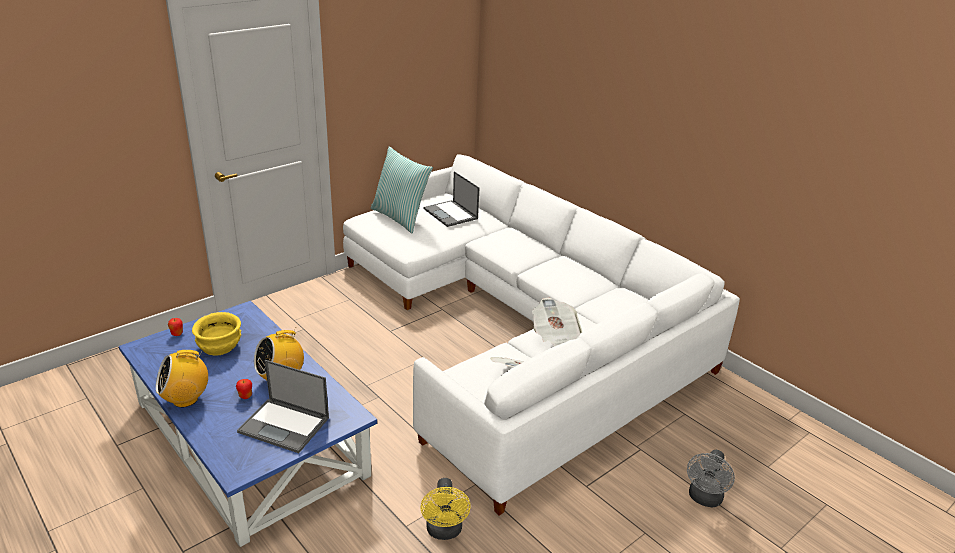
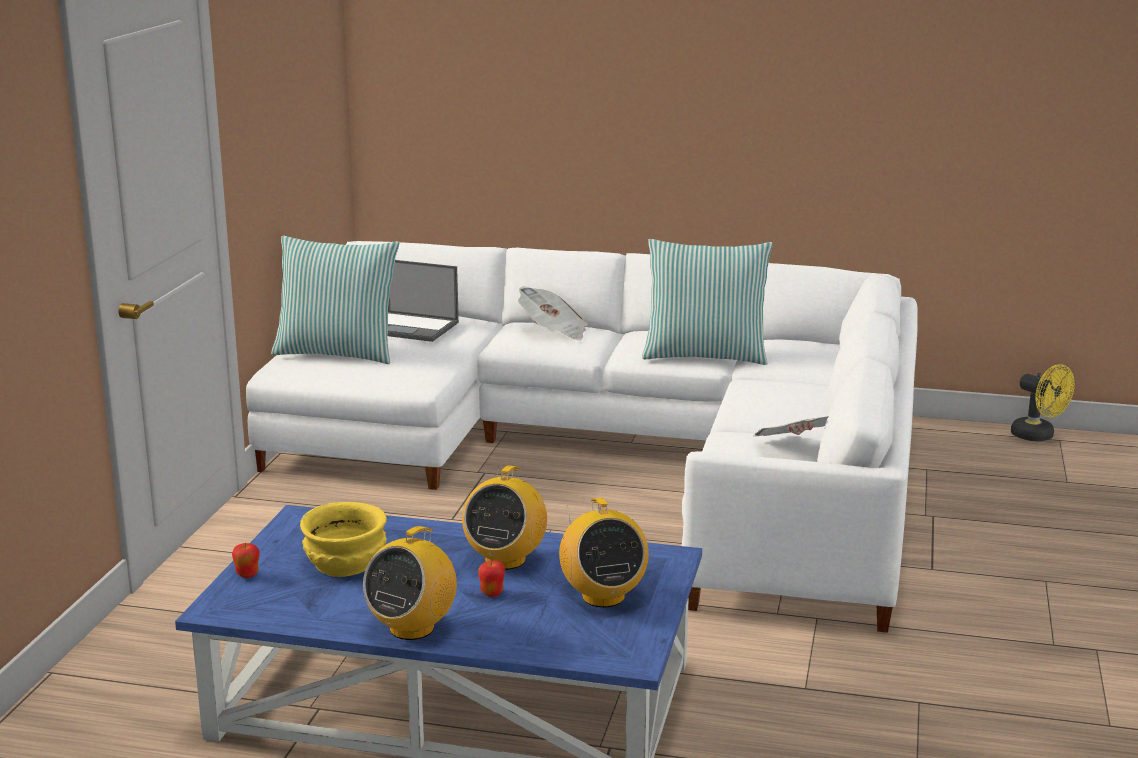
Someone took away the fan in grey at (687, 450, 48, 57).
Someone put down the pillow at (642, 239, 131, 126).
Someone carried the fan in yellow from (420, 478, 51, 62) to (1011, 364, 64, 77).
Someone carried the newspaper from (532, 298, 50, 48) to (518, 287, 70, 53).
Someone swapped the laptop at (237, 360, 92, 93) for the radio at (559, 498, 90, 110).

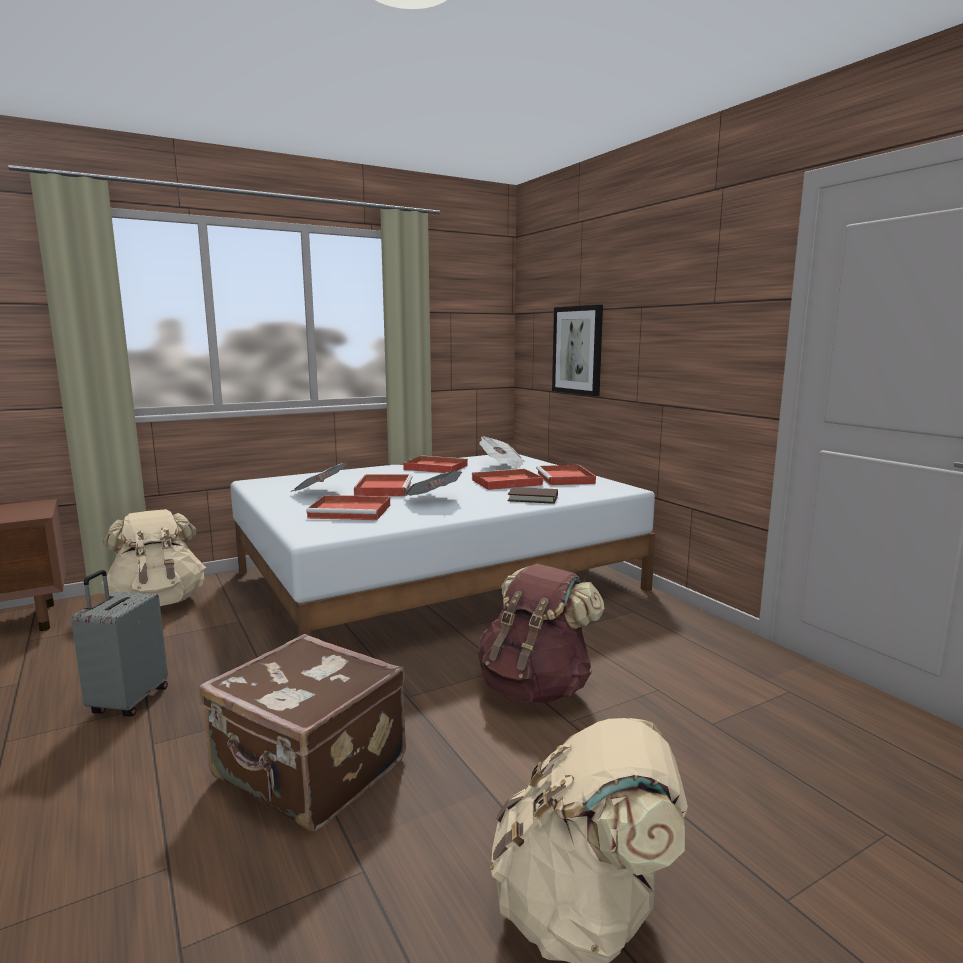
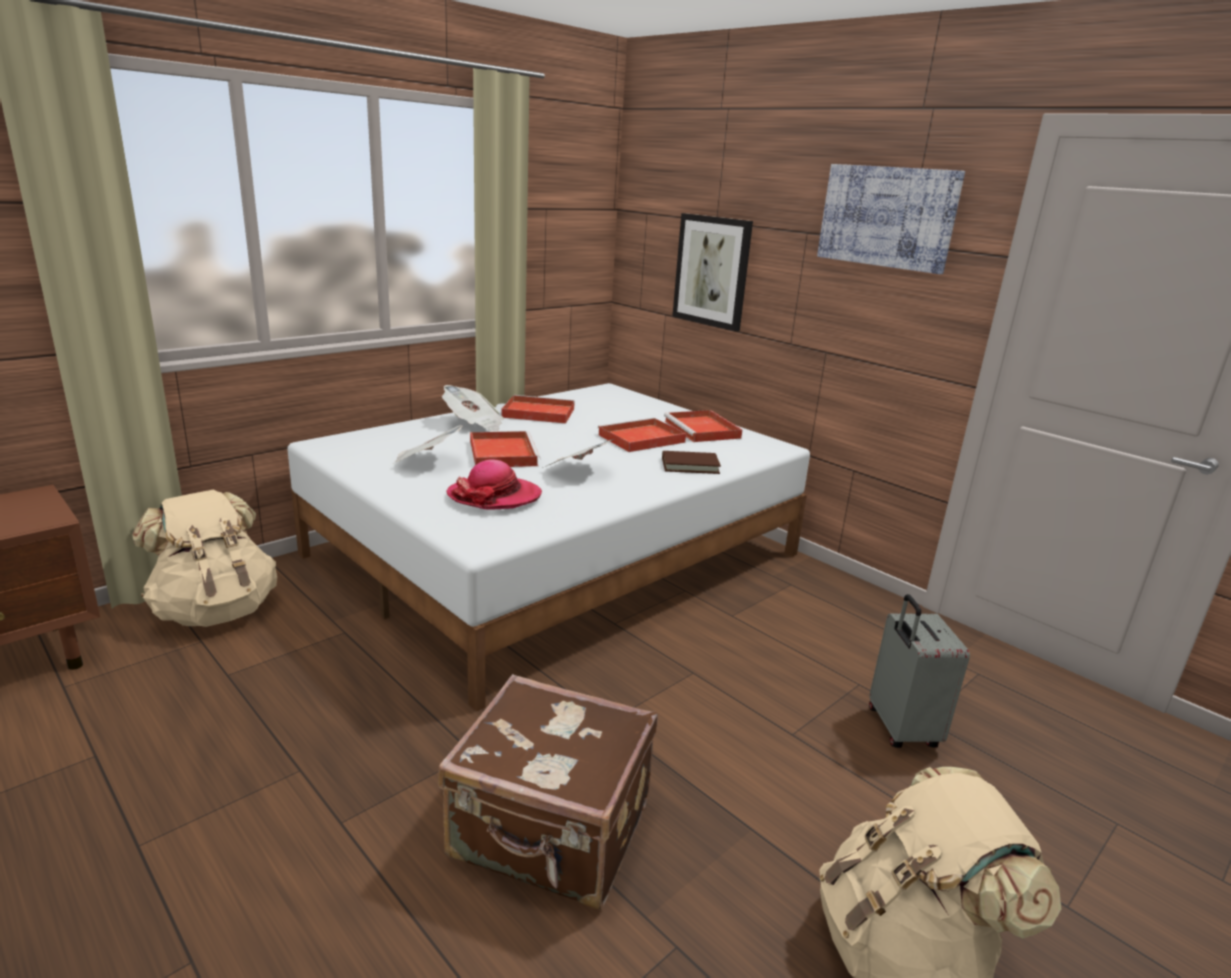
Someone took away the backpack in brown at (478, 564, 127, 139).
Someone put up the picture at (817, 164, 148, 110).
Someone carried the suitcase in grey from (71, 570, 97, 147) to (869, 594, 101, 154).
Someone carried the newspaper from (479, 437, 46, 32) to (442, 385, 62, 47).
Someone swapped the tray in red at (306, 495, 84, 25) for the hat at (446, 459, 96, 51).

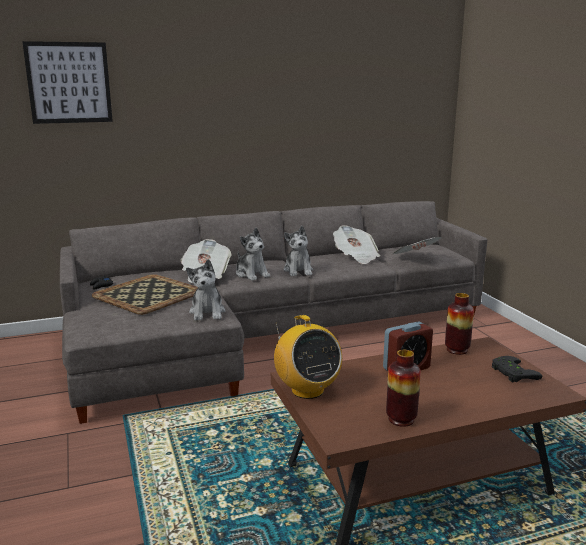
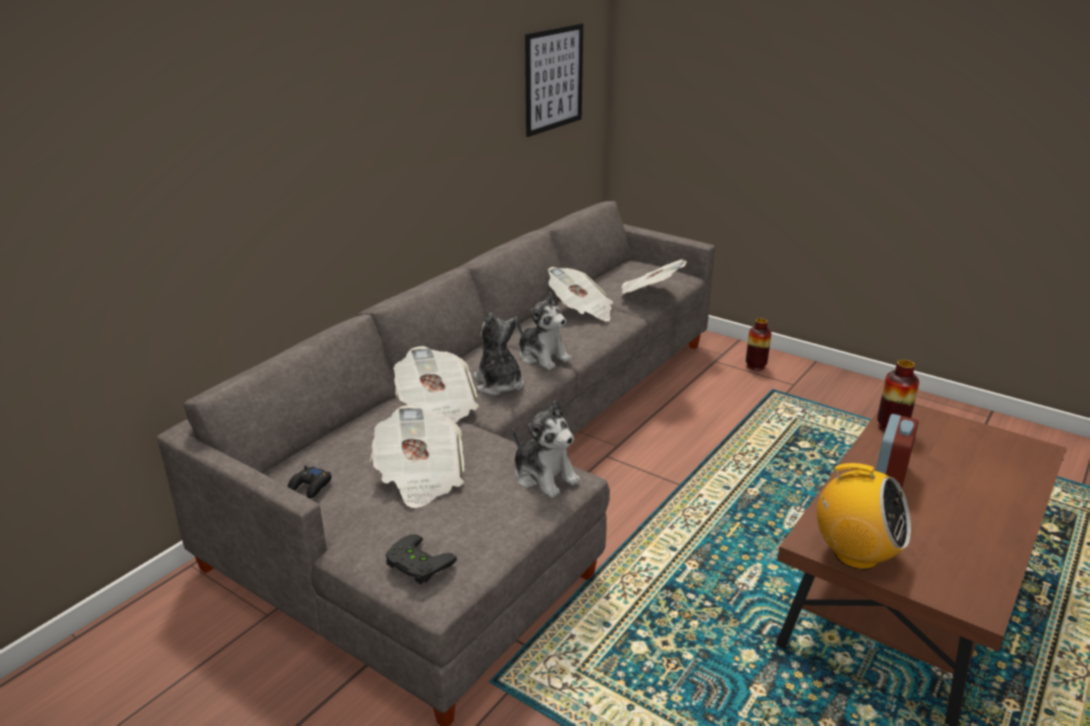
Someone carried the picture from (22, 41, 91, 83) to (525, 23, 58, 114).
Someone carried the vase from (386, 350, 35, 77) to (746, 318, 25, 53).
Someone carried the game controller in black from (492, 356, 50, 27) to (385, 534, 72, 51).
Someone swapped the tray at (92, 274, 106, 41) for the newspaper at (370, 405, 94, 103).
Someone rotated the plush toy at (236, 228, 34, 53) by 135 degrees counterclockwise.

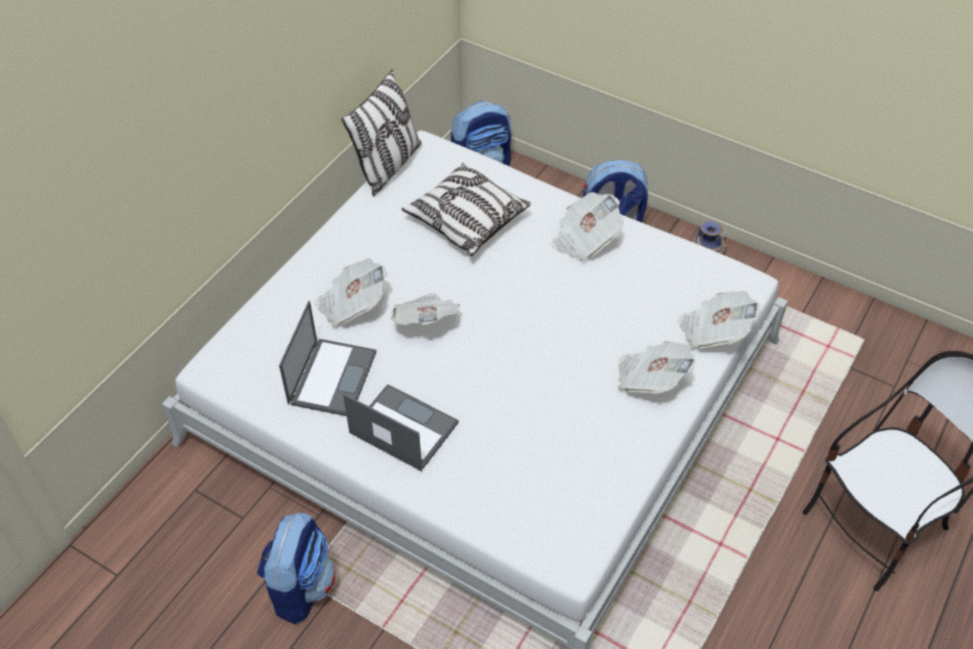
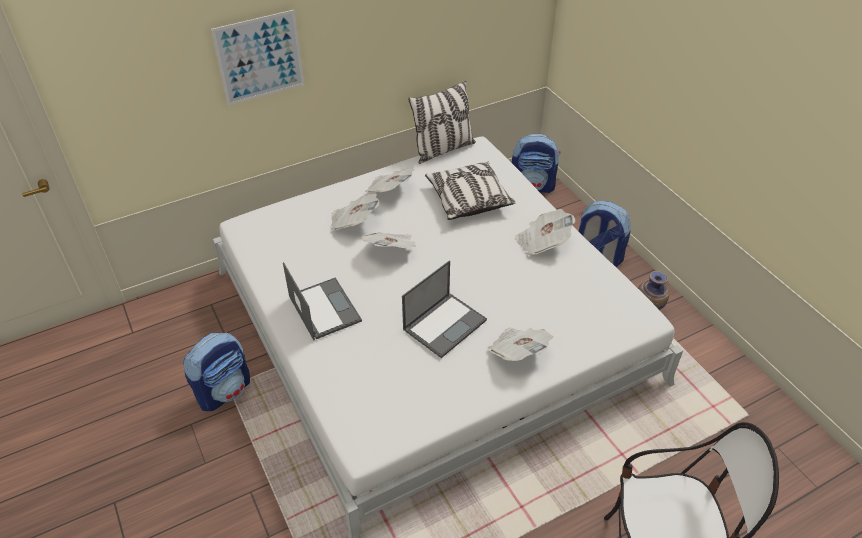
Someone put up the picture at (211, 10, 93, 95).
Someone carried the laptop from (279, 301, 97, 115) to (402, 260, 85, 98).
Someone carried the newspaper from (678, 291, 83, 57) to (365, 169, 50, 24).

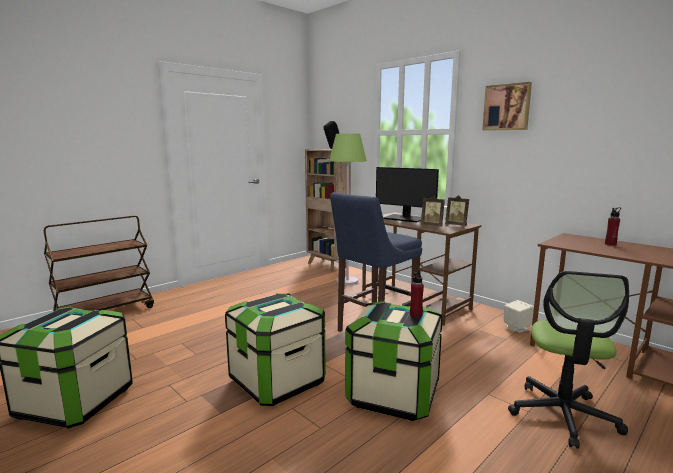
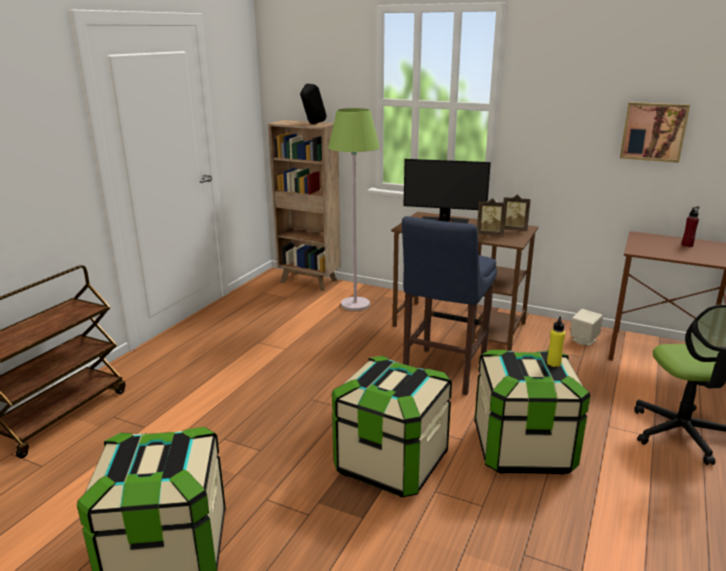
Someone carried the picture from (482, 82, 50, 49) to (620, 102, 70, 61).
Someone repainted the bottle in red at (410, 271, 14, 47), which became the bottle in yellow at (547, 316, 18, 51).

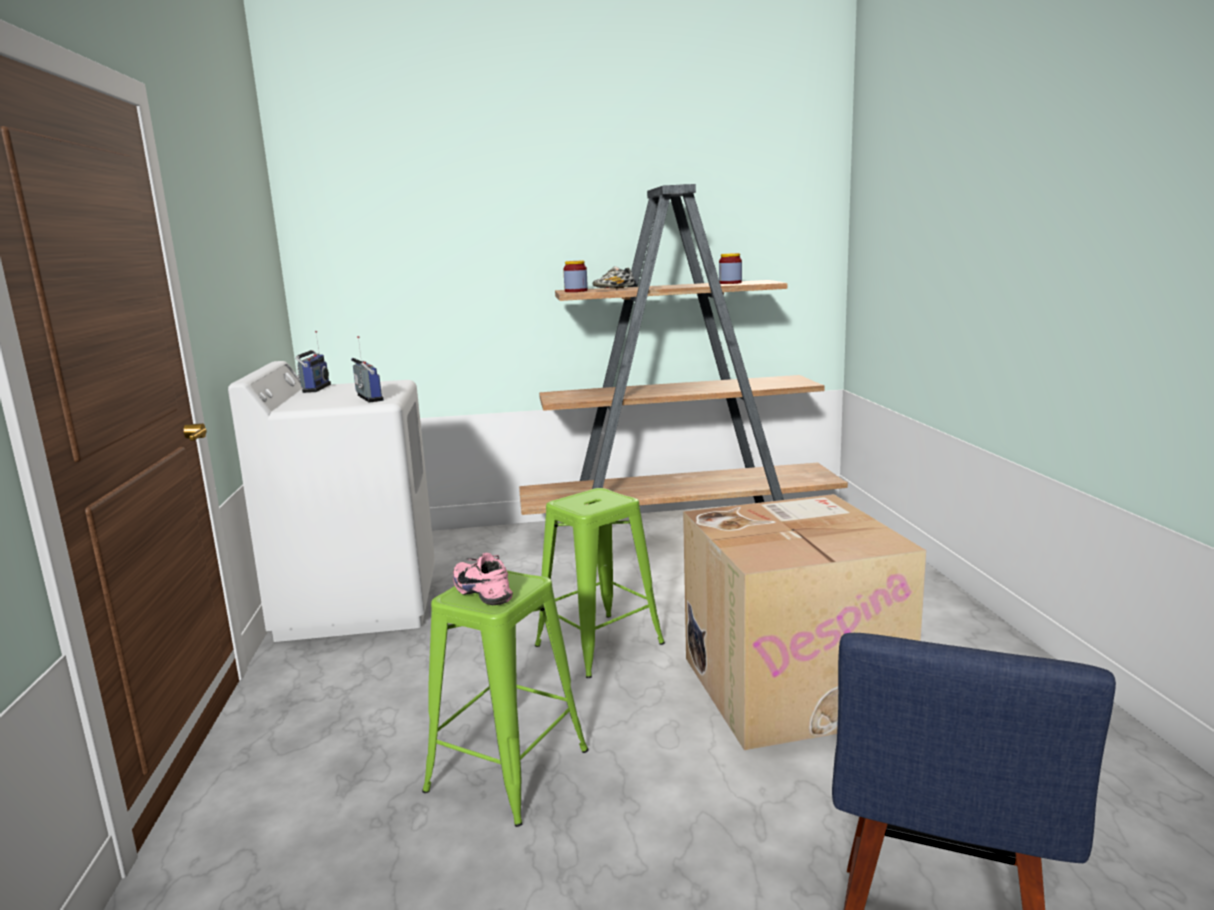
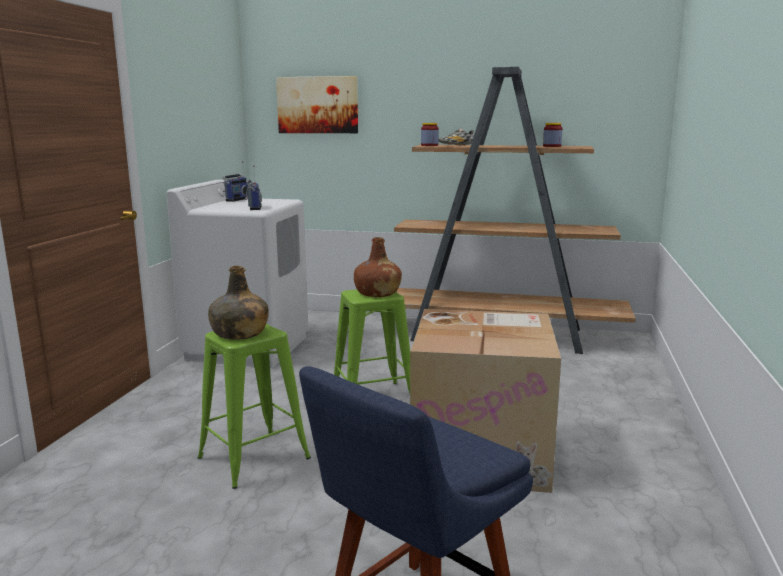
Someone put up the picture at (276, 76, 82, 57).
Someone put down the bottle in brown at (354, 237, 48, 60).
Someone swapped the shoe in pink at (453, 553, 60, 52) for the bottle in green at (208, 266, 61, 74).

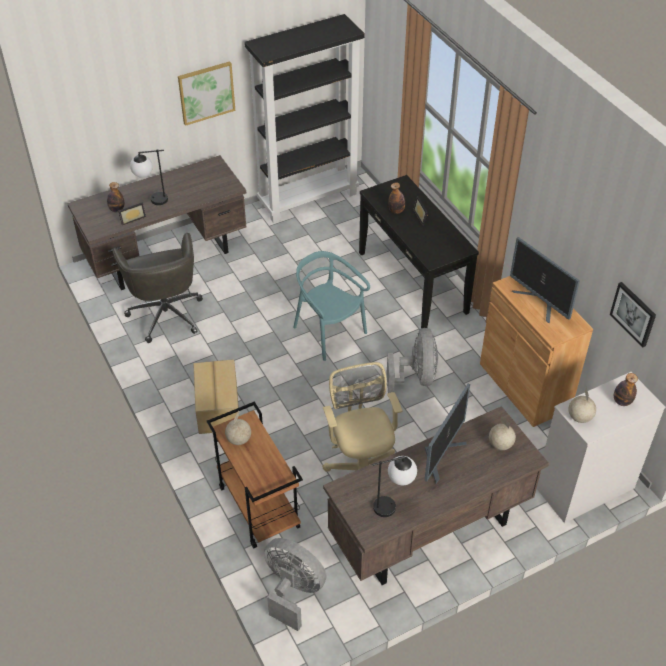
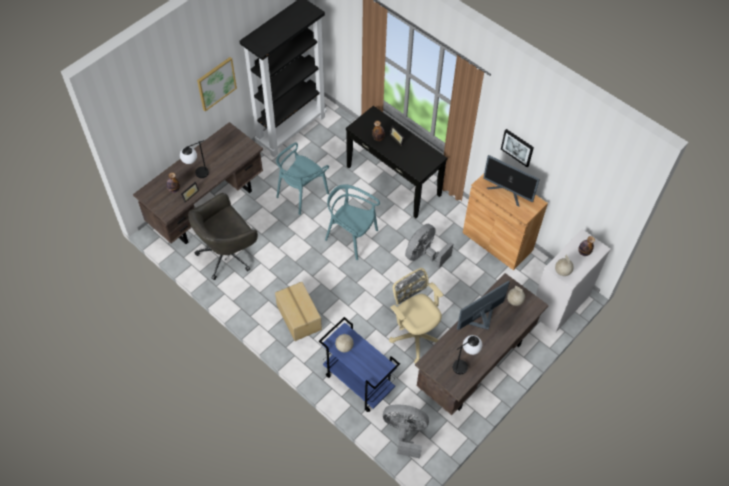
Someone put down the chair in turquoise at (276, 143, 53, 72).
Someone carried the picture from (610, 282, 46, 66) to (501, 129, 33, 38).
Someone repainted the cart in brown at (207, 402, 96, 146), which became the cart in blue at (319, 317, 81, 95).
Someone rotated the office chair in grey at (112, 233, 91, 110) by 90 degrees clockwise.
Someone rotated the fan in grey at (387, 328, 51, 65) by 120 degrees counterclockwise.
Someone rotated the monitor at (424, 384, 46, 99) by 135 degrees counterclockwise.

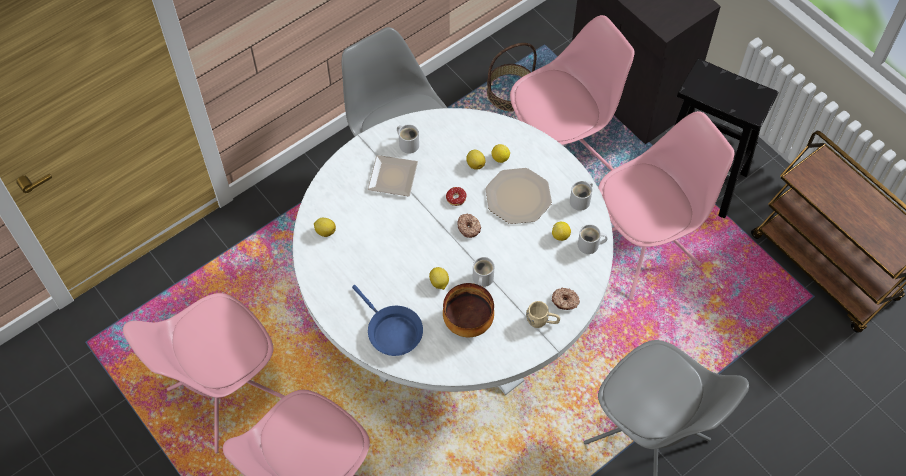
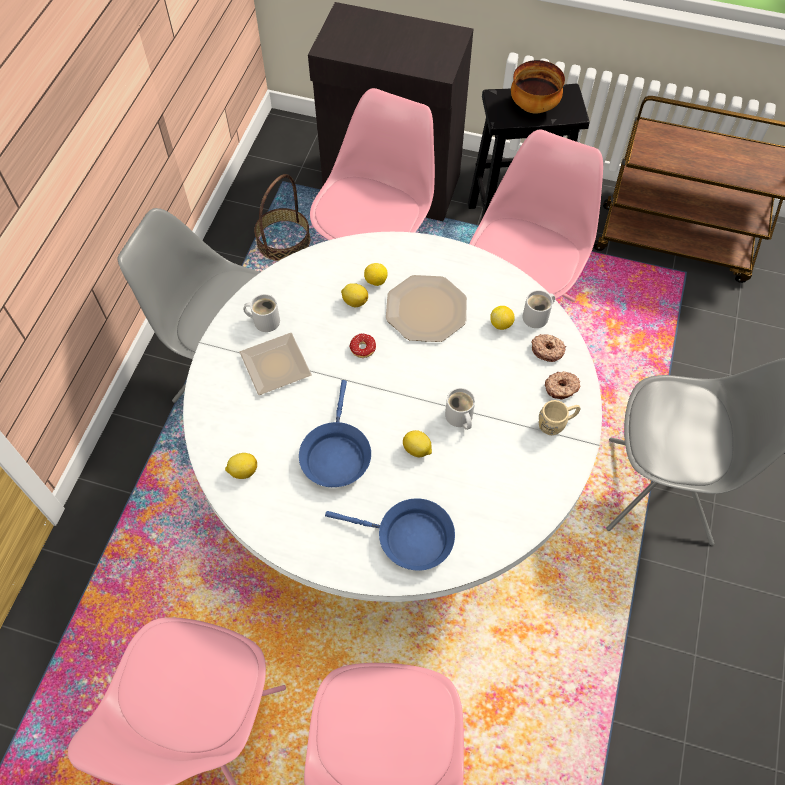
Someone took away the mug in white at (570, 181, 23, 30).
Someone put down the frying pan in blue at (299, 380, 72, 107).
Someone carried the bowl from (443, 283, 51, 54) to (511, 60, 54, 54).
Someone carried the donut from (457, 214, 24, 24) to (531, 334, 35, 28).

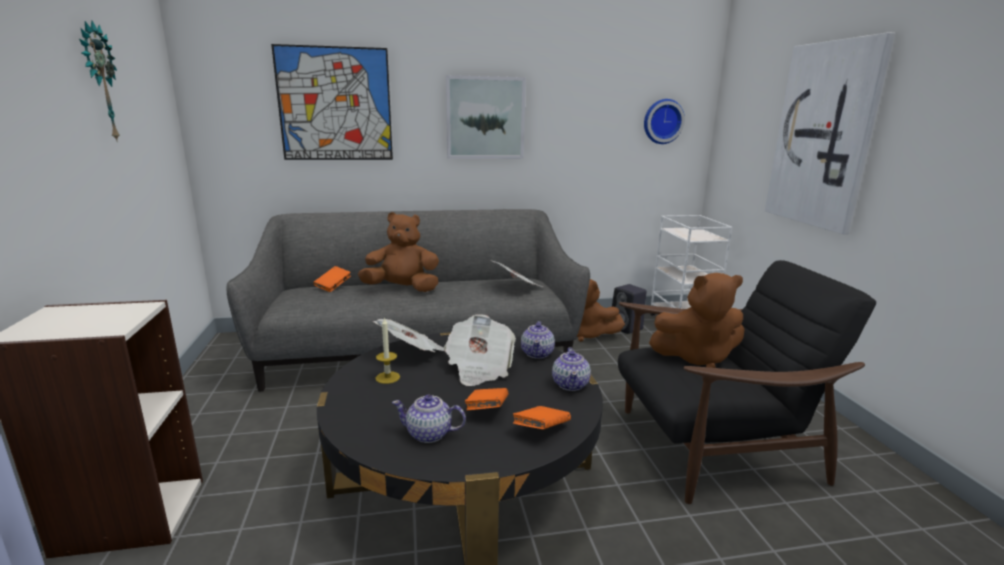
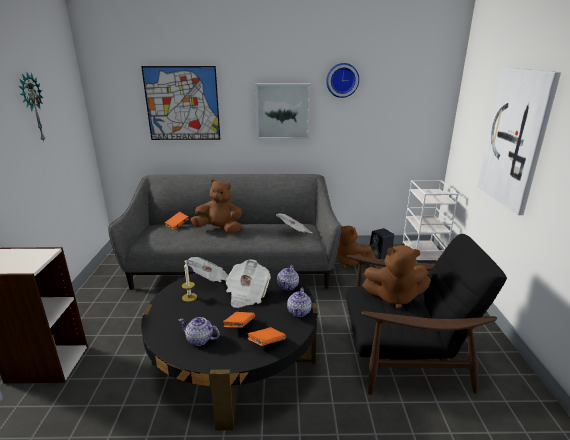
Someone carried the wall clock from (644, 99, 41, 45) to (326, 63, 33, 35).

